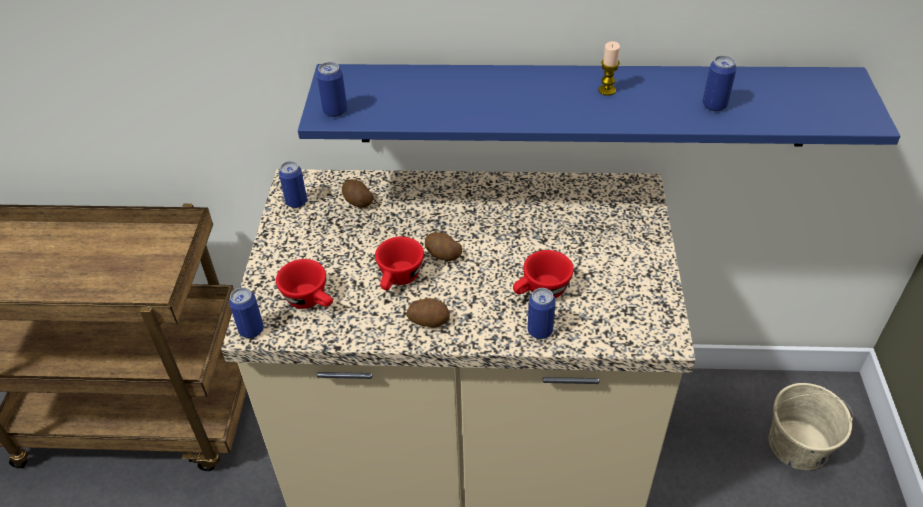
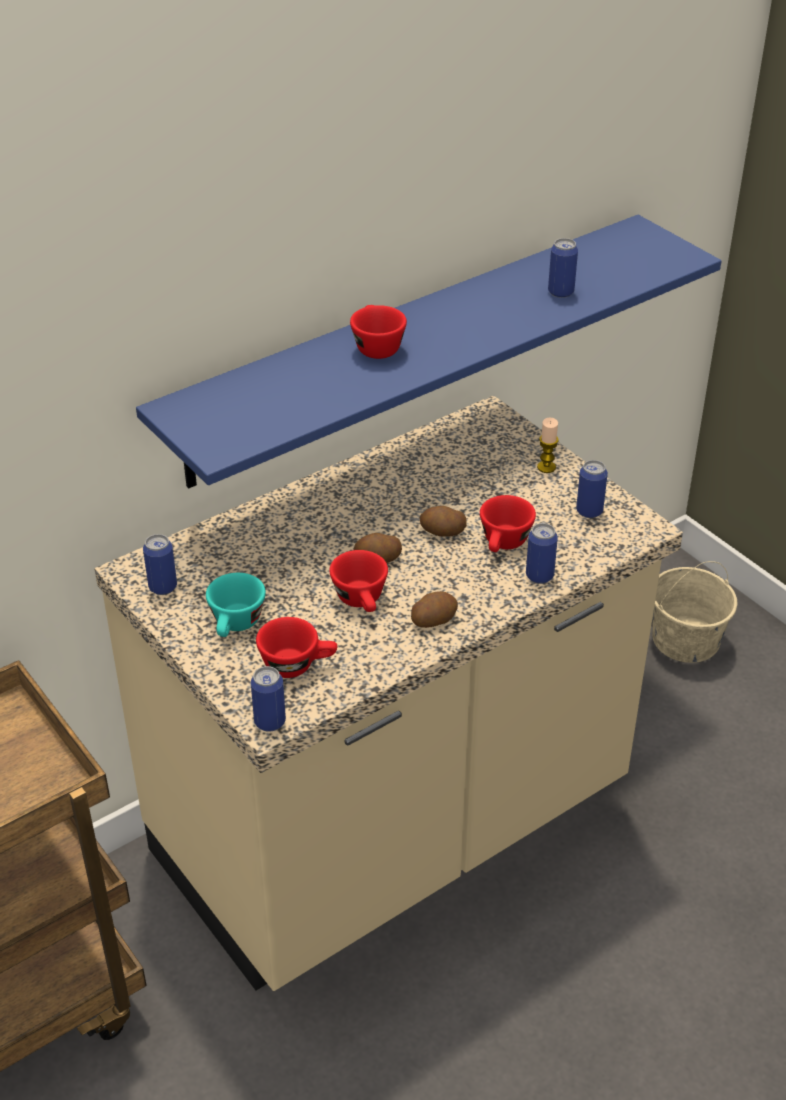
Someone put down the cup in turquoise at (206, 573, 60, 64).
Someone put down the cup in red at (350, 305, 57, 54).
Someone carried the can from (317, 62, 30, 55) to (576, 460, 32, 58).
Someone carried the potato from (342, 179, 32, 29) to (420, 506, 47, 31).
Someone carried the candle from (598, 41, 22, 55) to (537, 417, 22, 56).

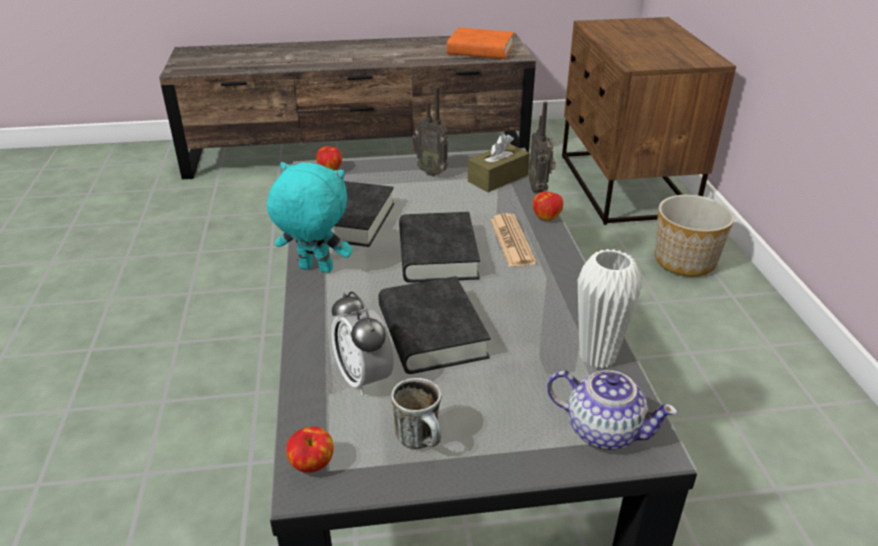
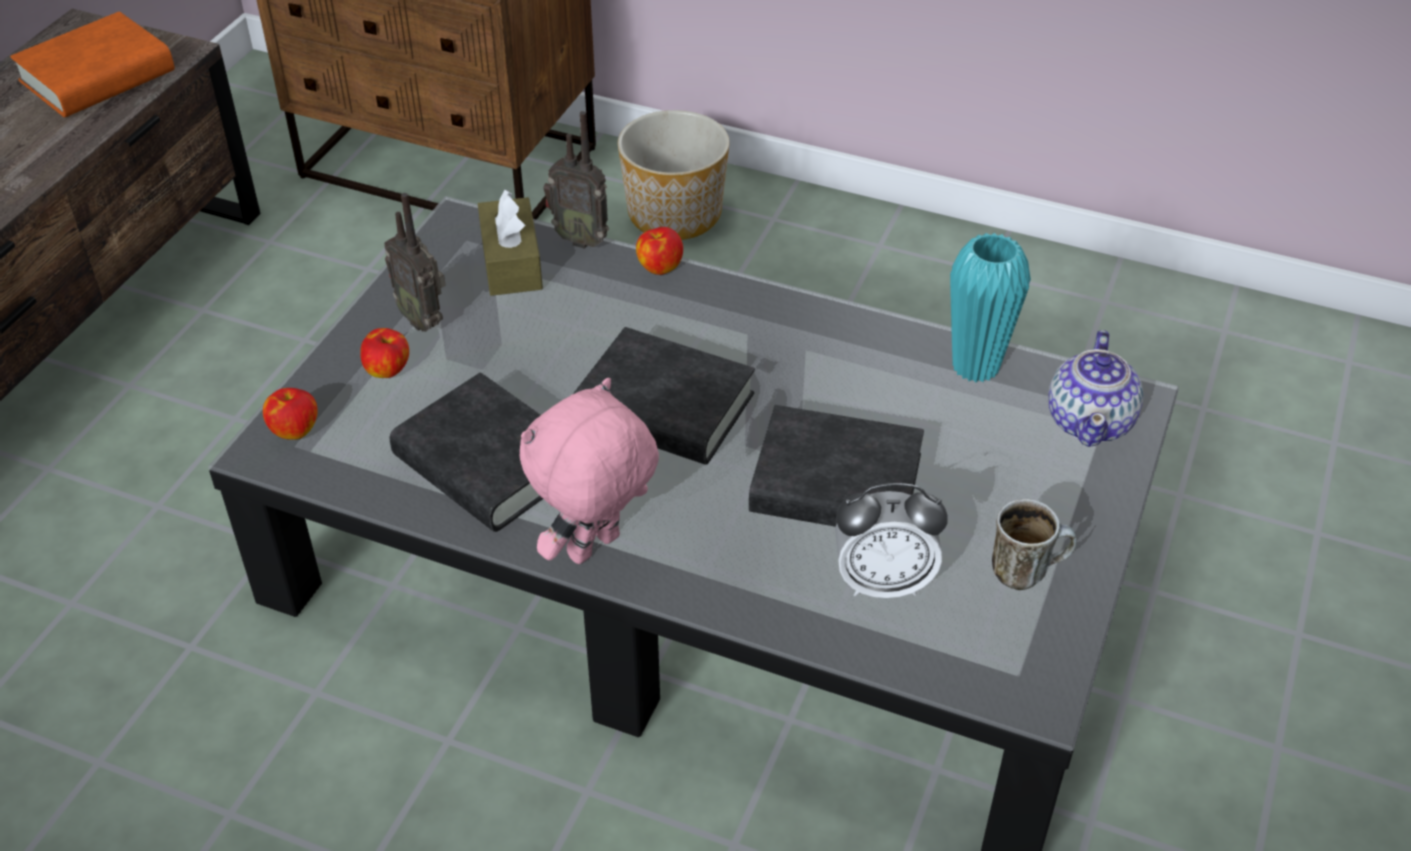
Someone took away the newspaper at (490, 213, 47, 54).
Someone carried the apple from (286, 427, 48, 46) to (360, 328, 49, 50).
Someone repainted the plush toy in turquoise at (267, 162, 85, 111), which became the plush toy in pink at (519, 378, 140, 186).
Someone repainted the vase in white at (578, 249, 64, 120), which became the vase in turquoise at (950, 233, 81, 149).
Someone rotated the radio at (412, 87, 36, 89) by 75 degrees clockwise.
Someone rotated the teapot at (547, 370, 131, 80) by 135 degrees clockwise.

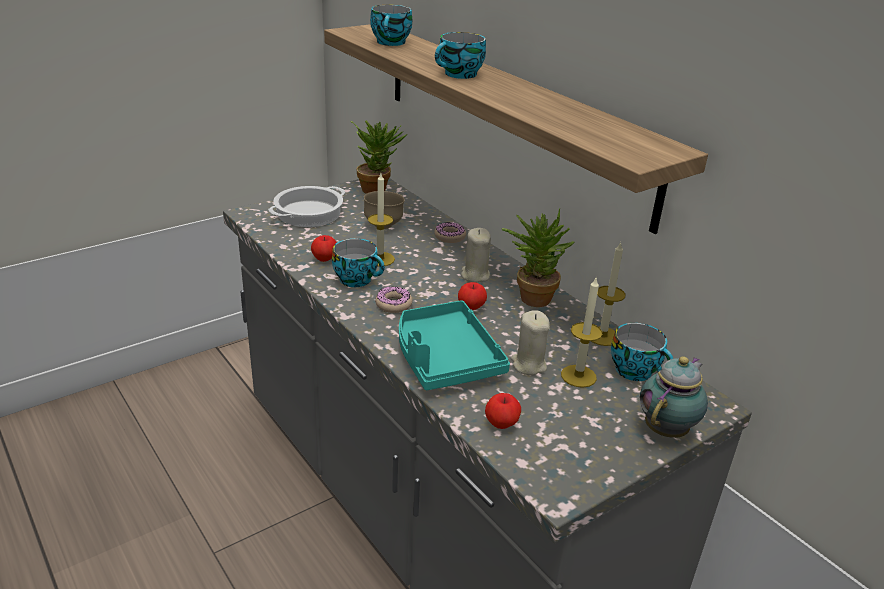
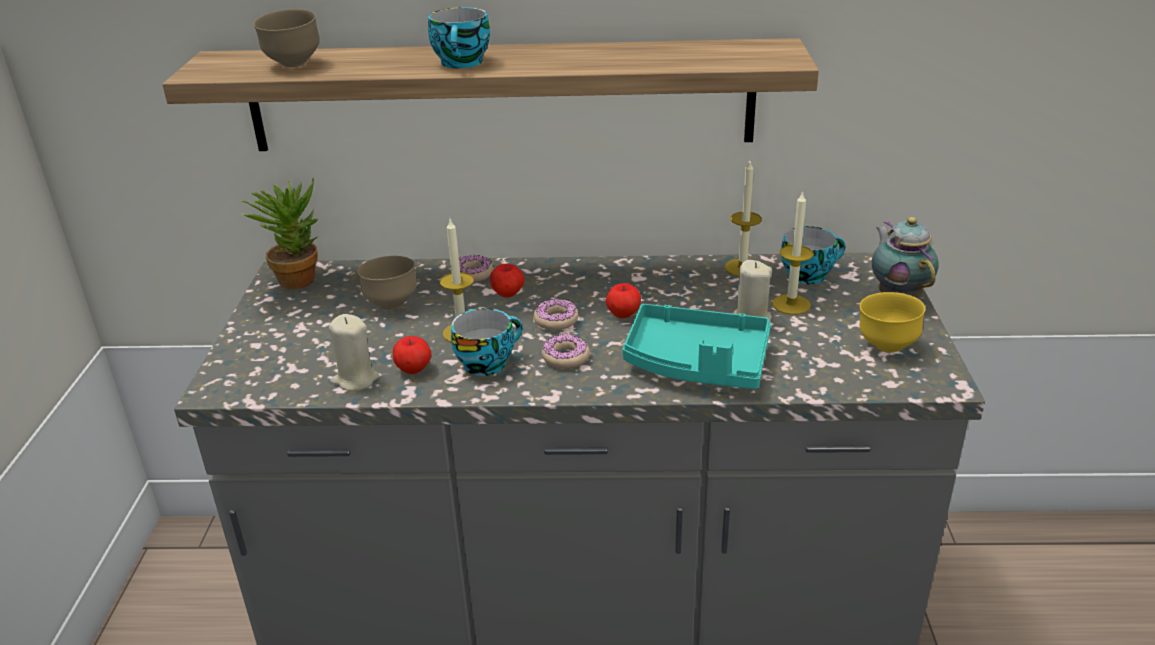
Someone took away the cooking pot at (268, 186, 77, 41).
Someone took away the potted plant at (502, 208, 72, 99).
Someone put down the donut at (533, 299, 45, 31).
Someone put down the bowl in yellow at (859, 292, 66, 60).
Someone carried the candle in beige from (461, 228, 30, 55) to (329, 314, 50, 77).
Someone carried the apple from (485, 393, 36, 36) to (490, 264, 35, 34).
Someone swapped the cup at (370, 5, 42, 41) for the bowl in brown at (253, 9, 67, 58).

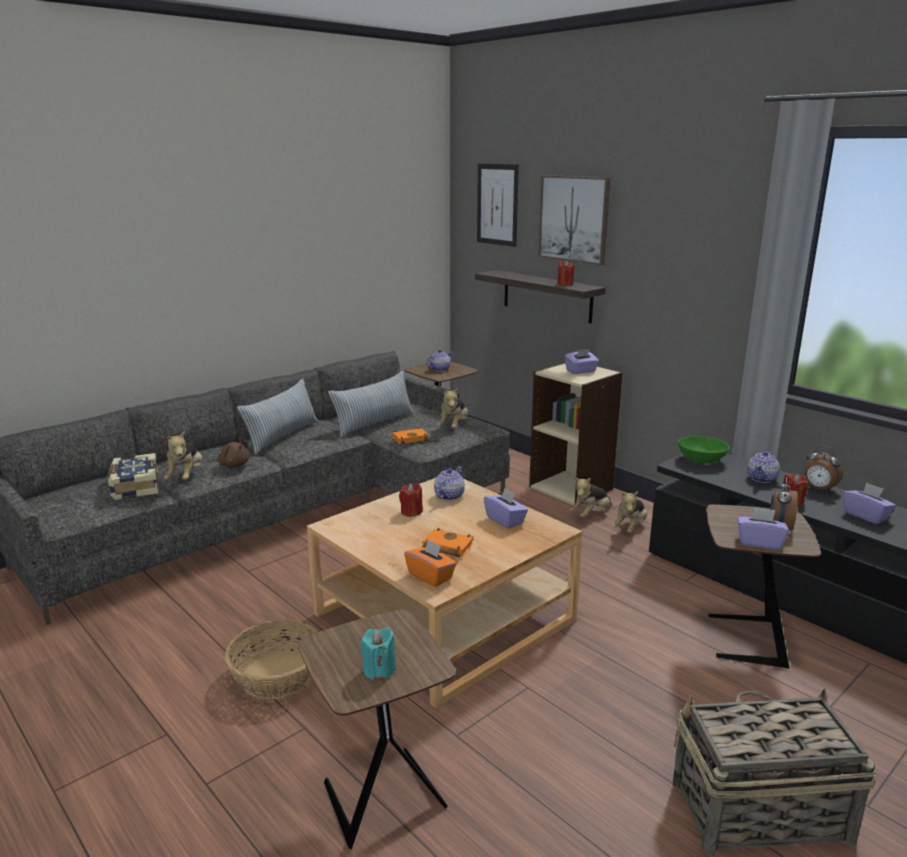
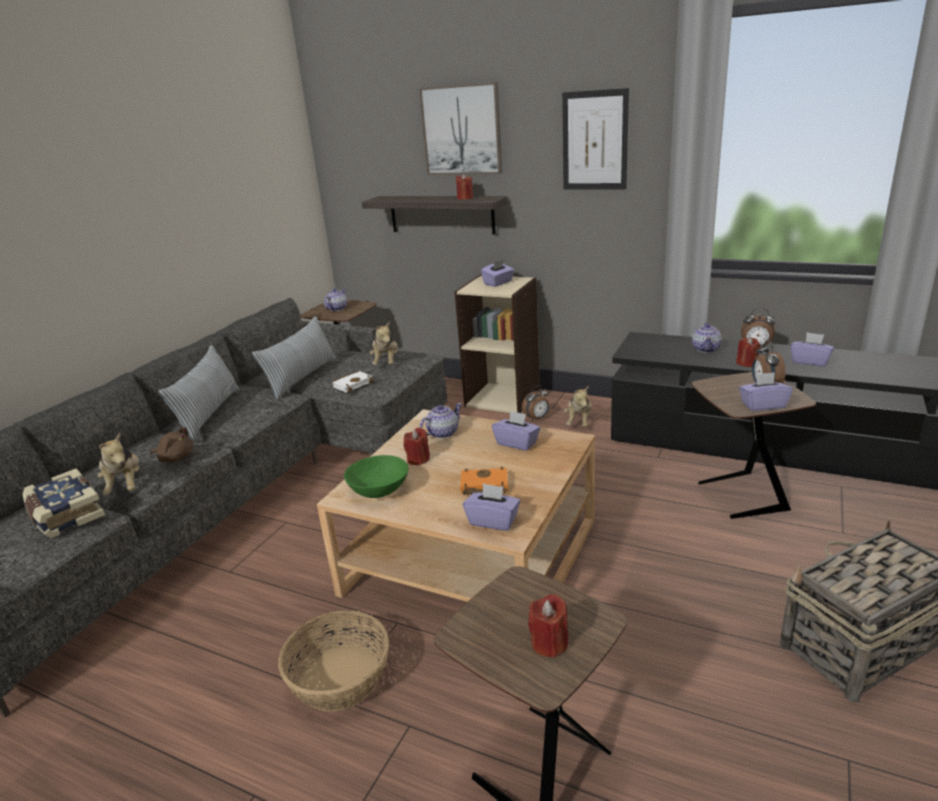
Someone carried the picture from (477, 164, 42, 83) to (562, 88, 67, 102).
Someone carried the bowl in green from (678, 436, 51, 28) to (344, 455, 65, 43).
Someone swapped the plush toy at (569, 478, 43, 40) for the alarm clock at (522, 385, 27, 35).
Someone repainted the candle in turquoise at (360, 627, 36, 54), which became the candle in red at (528, 594, 40, 64).
Someone repainted the book in orange at (392, 427, 37, 18), which became the book in white at (332, 370, 42, 23).
Someone repainted the tissue box in orange at (404, 539, 53, 48), which became the tissue box in purple at (463, 483, 58, 48).
Someone rotated the teapot at (434, 467, 31, 33) by 45 degrees clockwise.

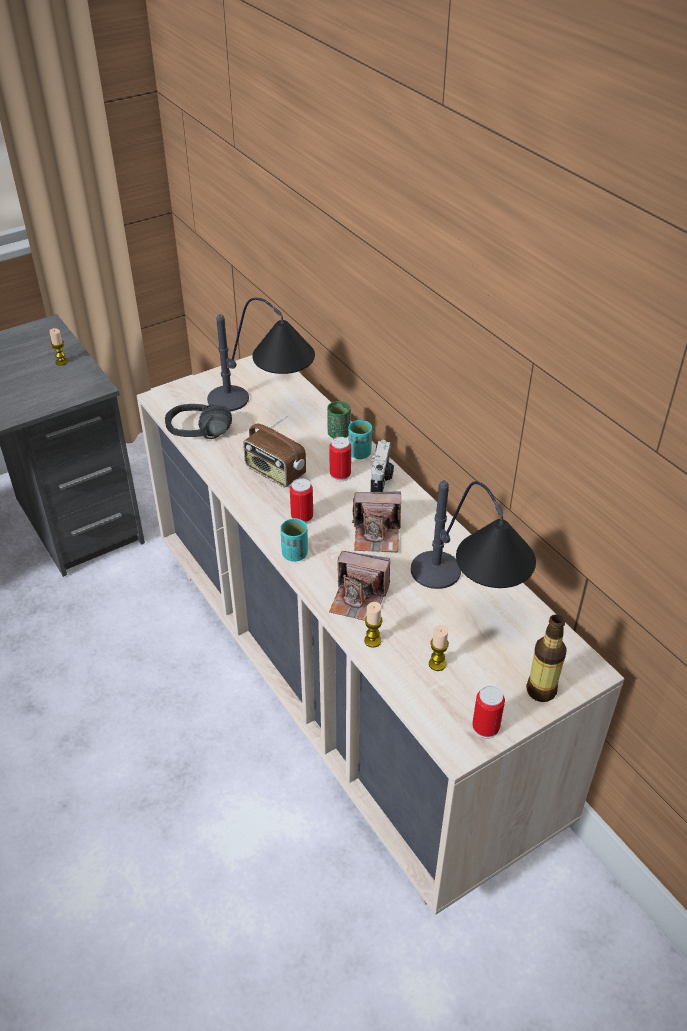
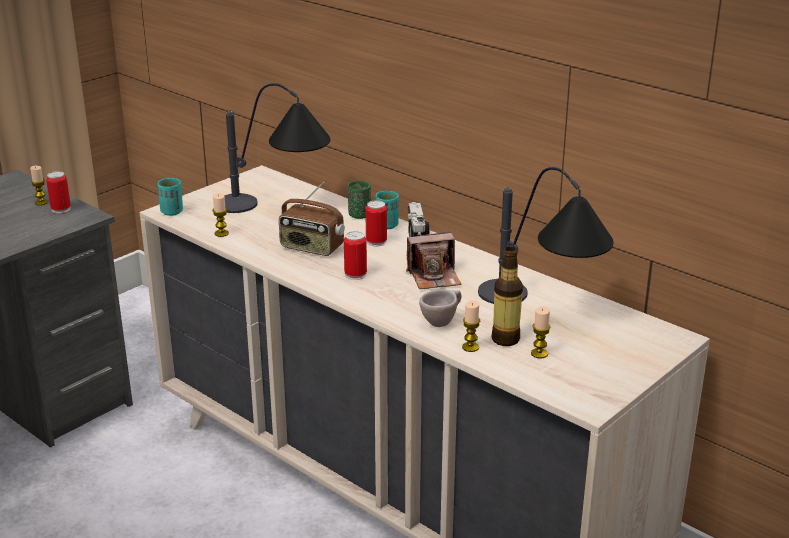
Someone carried the cup in turquoise from (280, 518, 28, 43) to (158, 178, 25, 38).
Someone carried the can from (472, 686, 33, 53) to (46, 171, 25, 42).
Someone carried the bottle from (526, 614, 41, 88) to (492, 247, 31, 99).
Someone swapped the headphones in black at (165, 404, 67, 35) for the candle at (212, 193, 17, 44).
Someone swapped the photo camera at (329, 551, 61, 70) for the cup in beige at (419, 289, 43, 38).

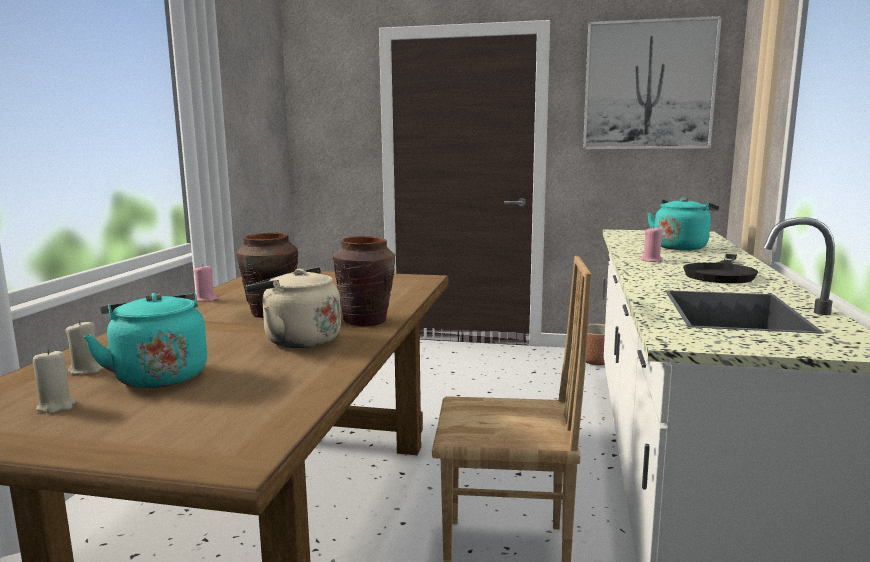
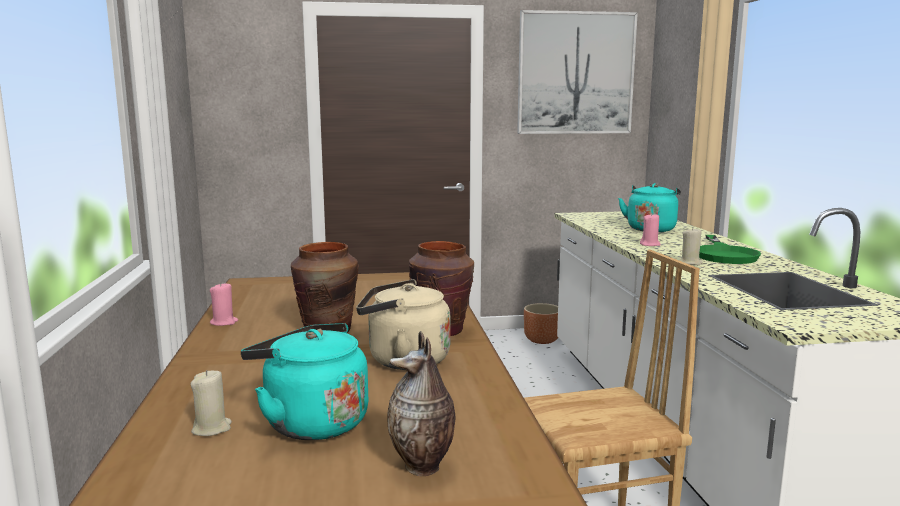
Someone put down the vase at (387, 331, 69, 145).
Someone carried the candle in beige from (33, 349, 43, 64) to (679, 228, 24, 37).
Someone repainted the frying pan in black at (683, 254, 75, 29), which became the frying pan in green at (699, 235, 62, 29).

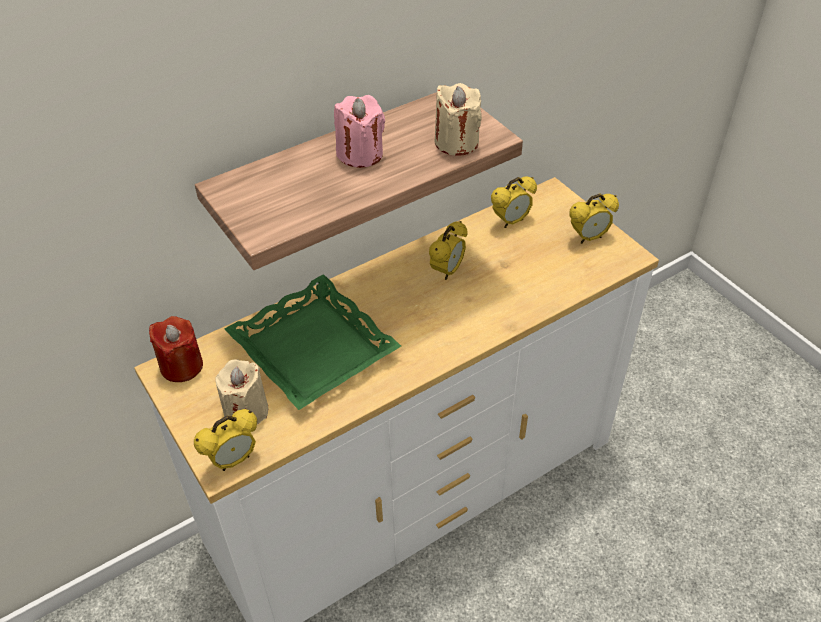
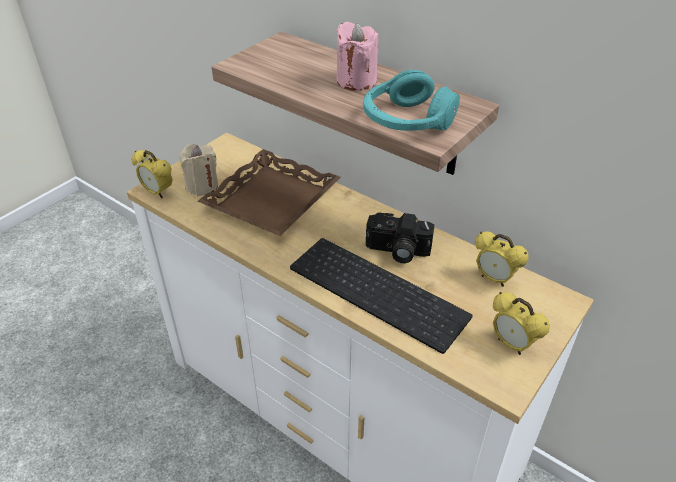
Someone took away the candle in red at (149, 316, 54, 66).
Someone put down the keyboard at (290, 238, 182, 116).
Someone swapped the alarm clock at (429, 221, 39, 59) for the photo camera at (366, 213, 68, 50).
Someone swapped the candle in beige at (434, 83, 48, 73) for the headphones in turquoise at (363, 70, 97, 61).
Someone repainted the tray in green at (225, 274, 176, 136), which became the tray in brown at (198, 149, 143, 87).

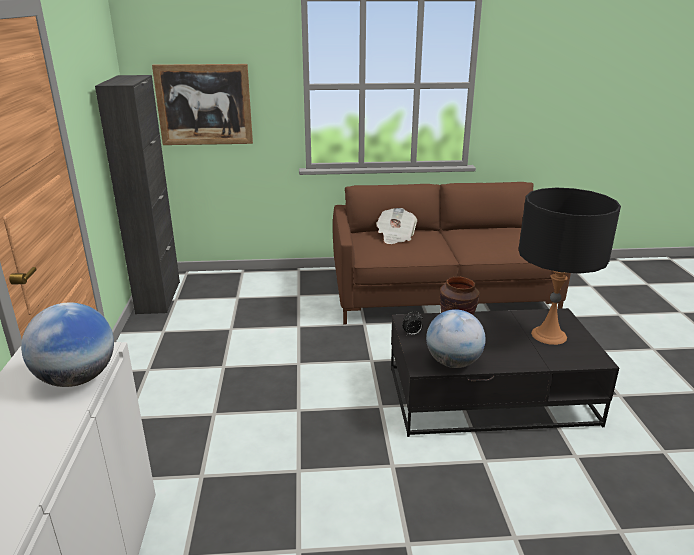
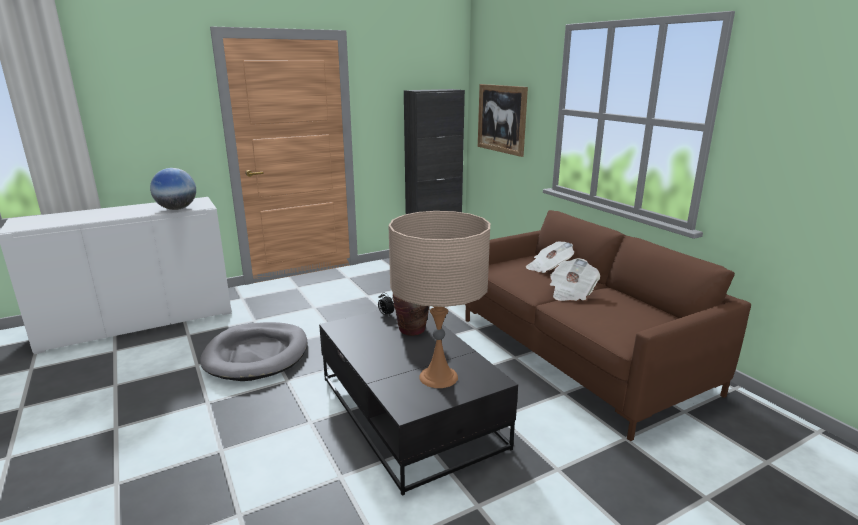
Someone took away the globe at (426, 309, 60, 59).
Someone put down the dog bed in grey at (200, 322, 107, 59).
Someone put down the newspaper at (550, 258, 50, 43).
Someone repainted the table lamp in black at (519, 188, 102, 157), which became the table lamp in beige at (388, 211, 102, 177).

